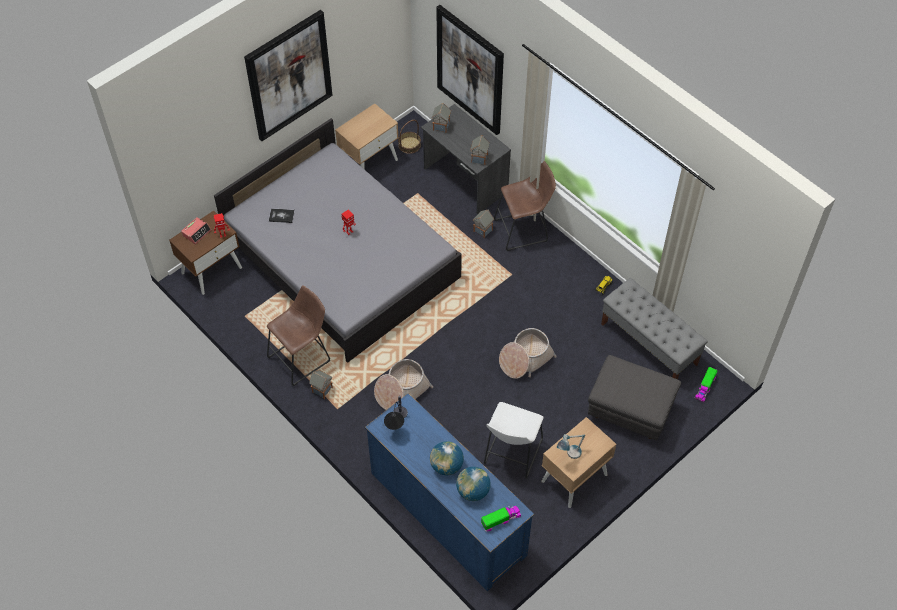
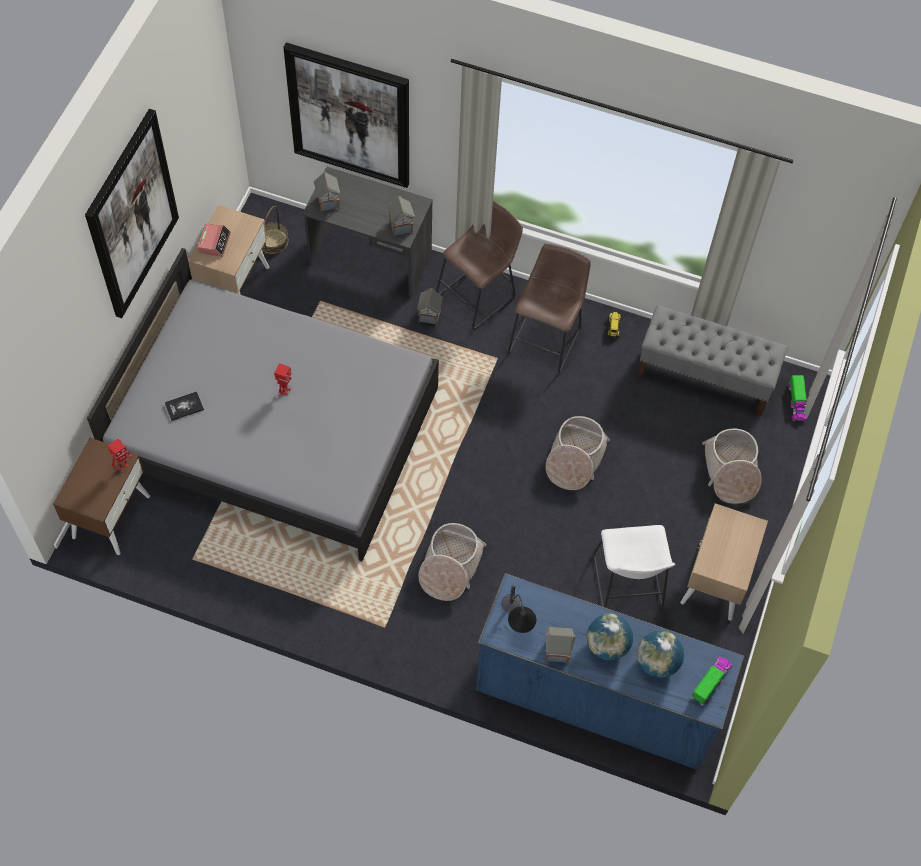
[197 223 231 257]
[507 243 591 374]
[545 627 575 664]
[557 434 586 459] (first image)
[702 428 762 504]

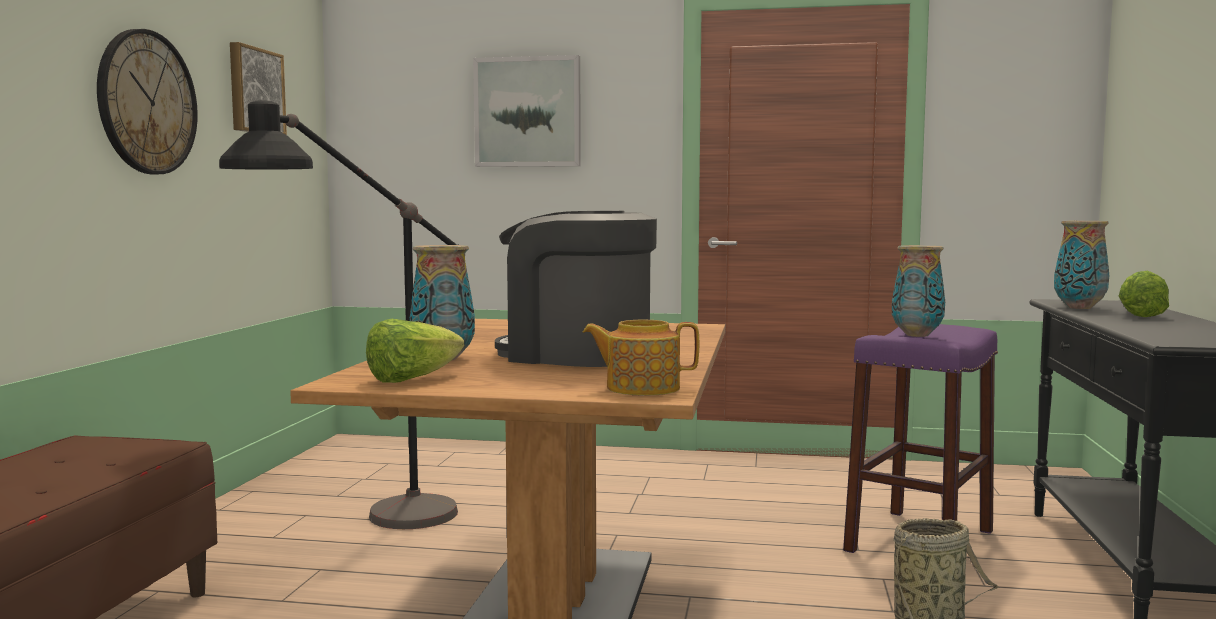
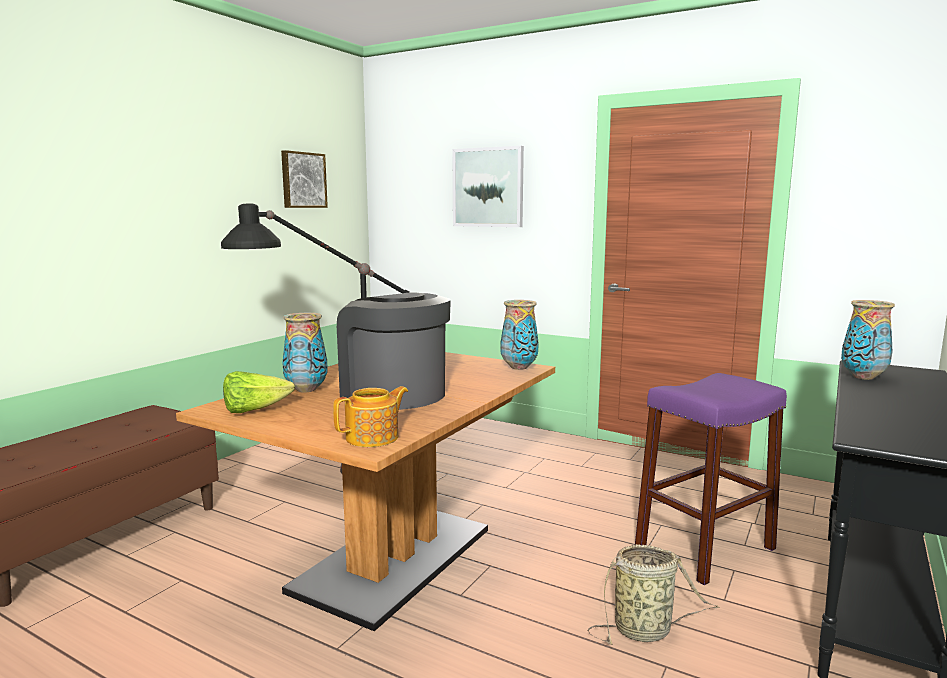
[97 29 198 174] (first image)
[333 386 408 447]
[500 300 539 370]
[1119 271 1169 317] (first image)

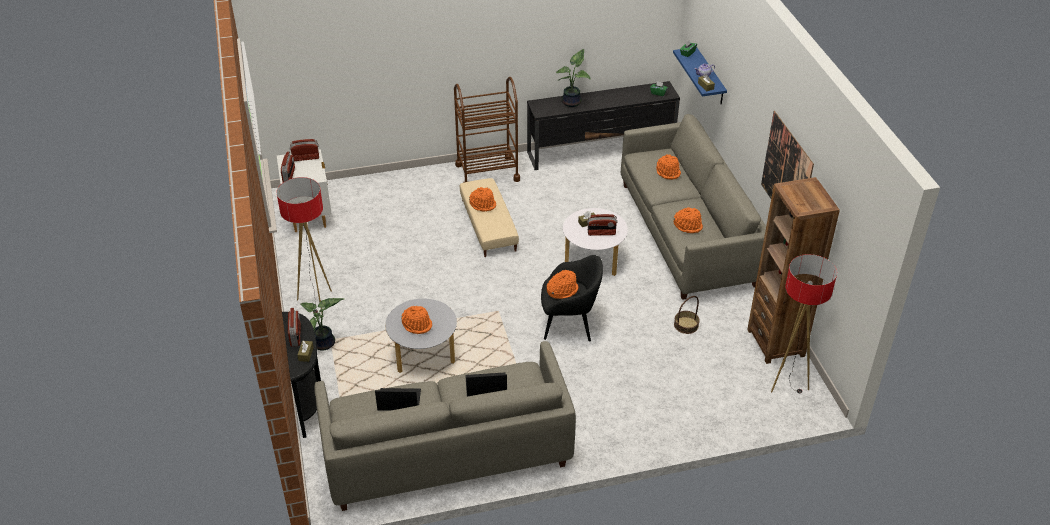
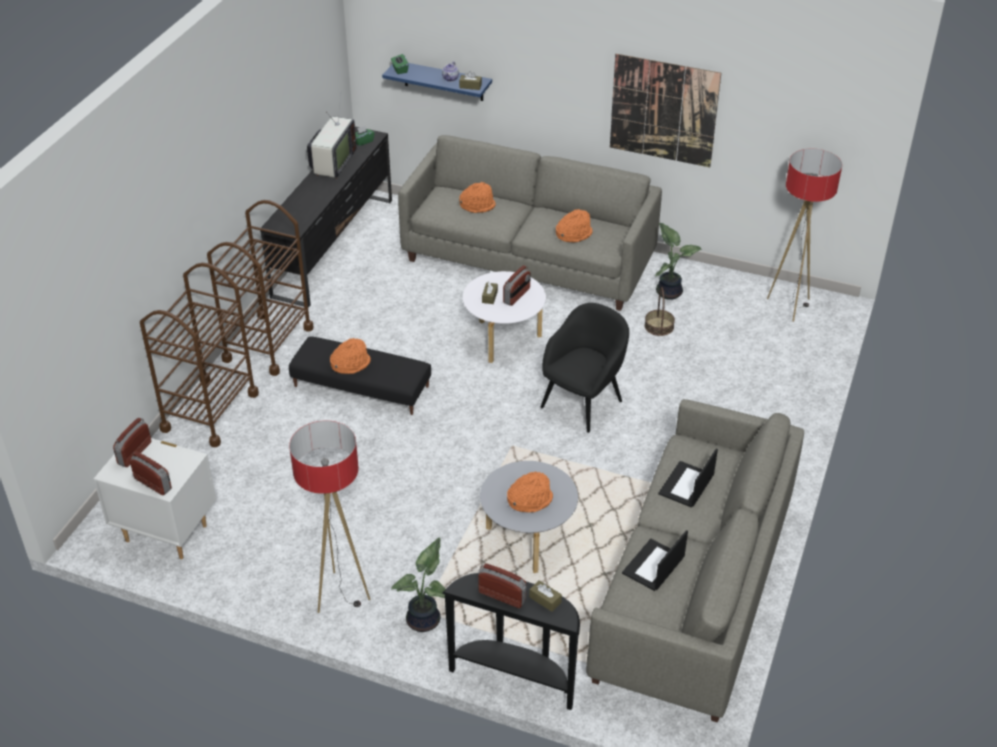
[289 336 431 415]
[547 270 578 299] (first image)
[656 223 702 300]
[747 177 840 364] (first image)
[140 263 259 447]
[307 97 356 179]

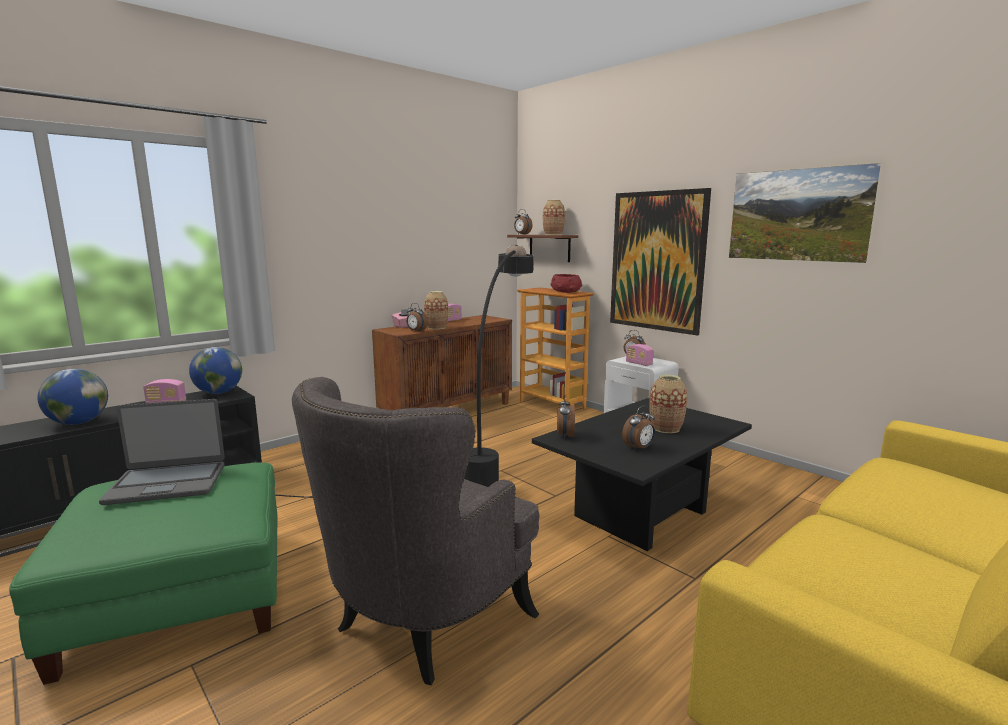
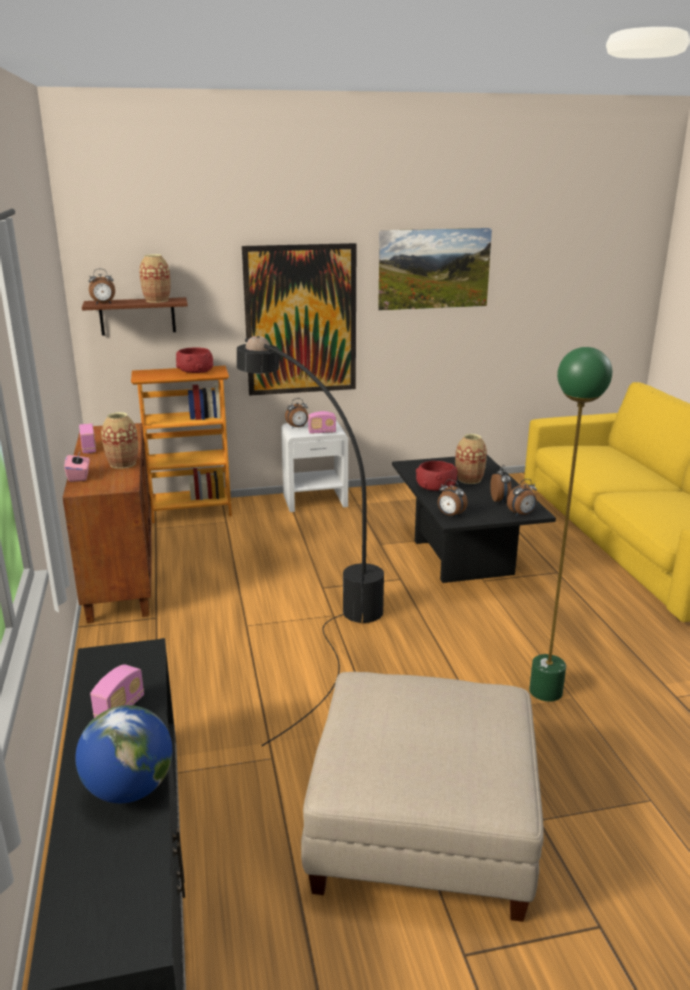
[301 672 544 922]
[99 399 225 505] (first image)
[189 347 242 394] (first image)
[529 347 612 702]
[507 479 537 516]
[416 461 458 491]

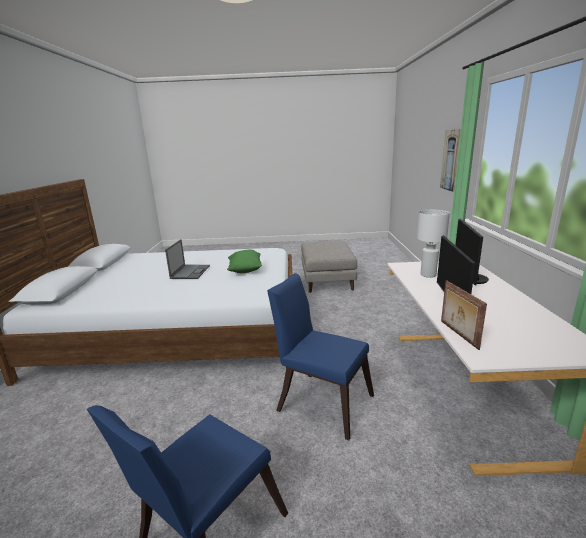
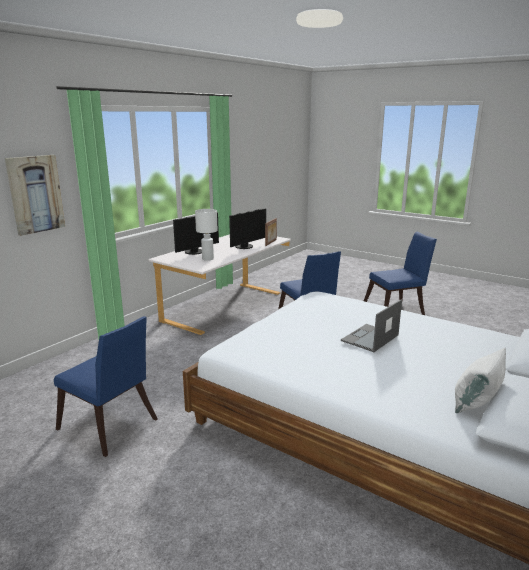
[227 250 262 273] (first image)
[54 317 158 457]
[455 348 506 413]

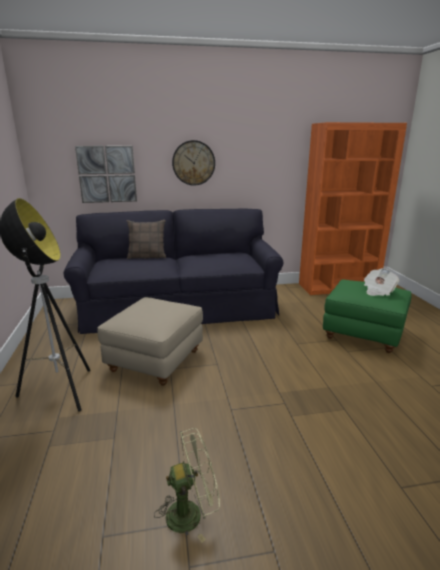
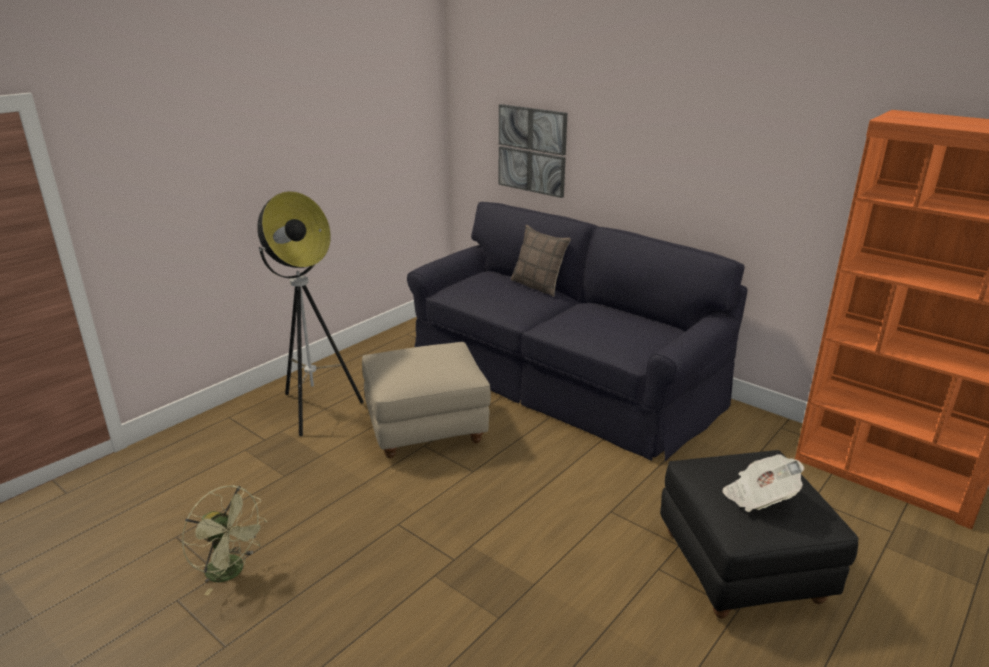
[172 140 215 186] (first image)
[660 450 859 619]

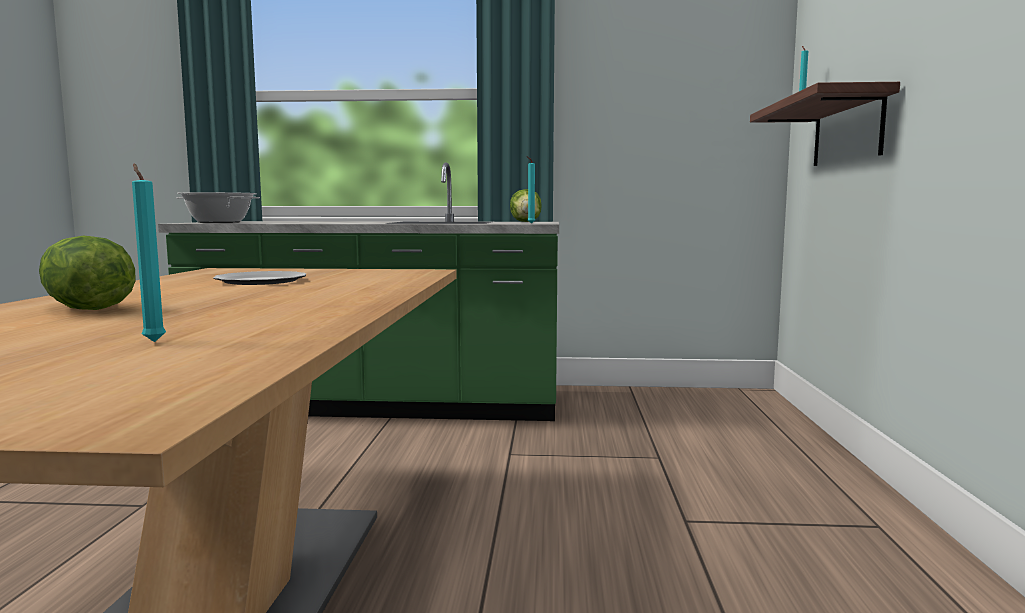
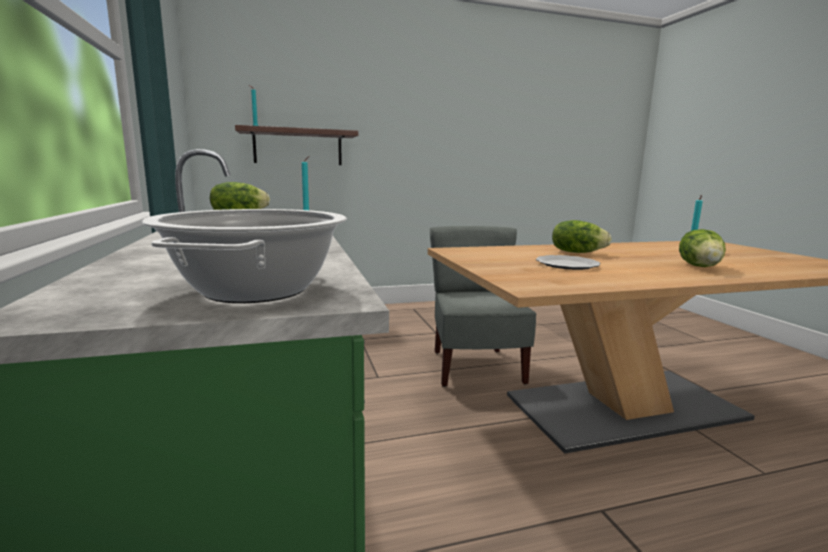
[430 226 536 387]
[552 220 612 253]

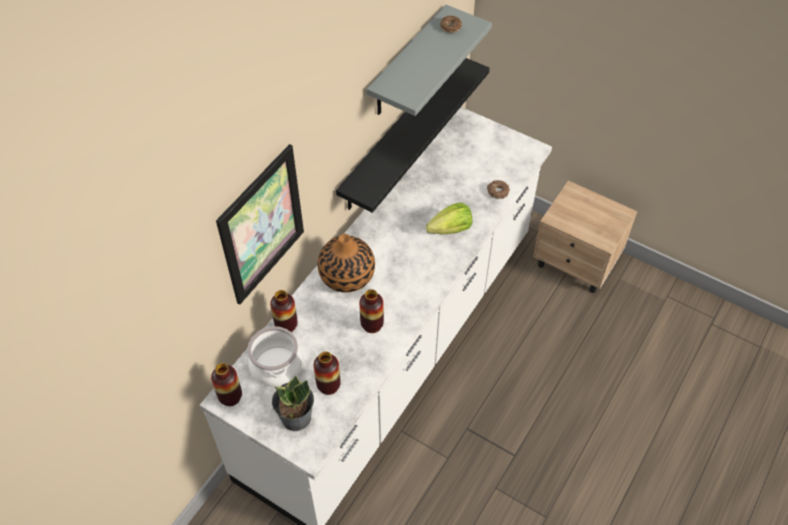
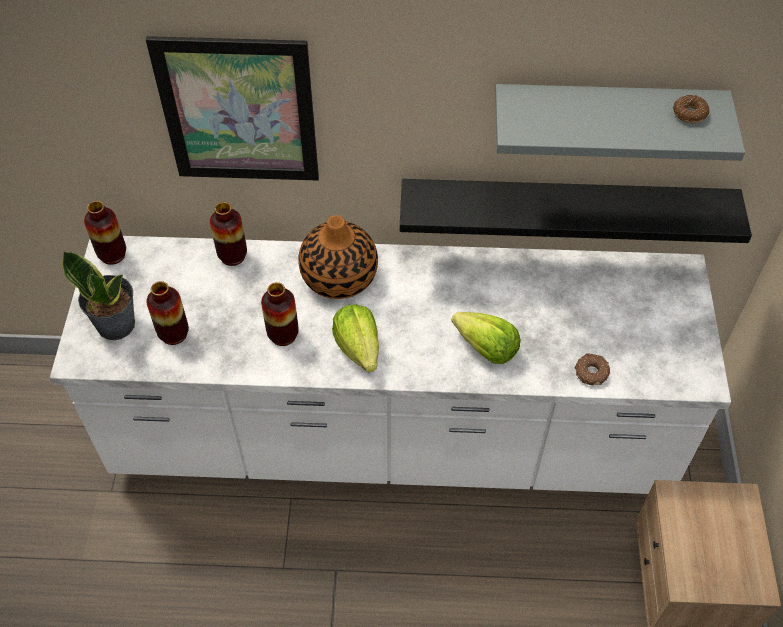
[247 326 303 387] (first image)
[332 304 379 372]

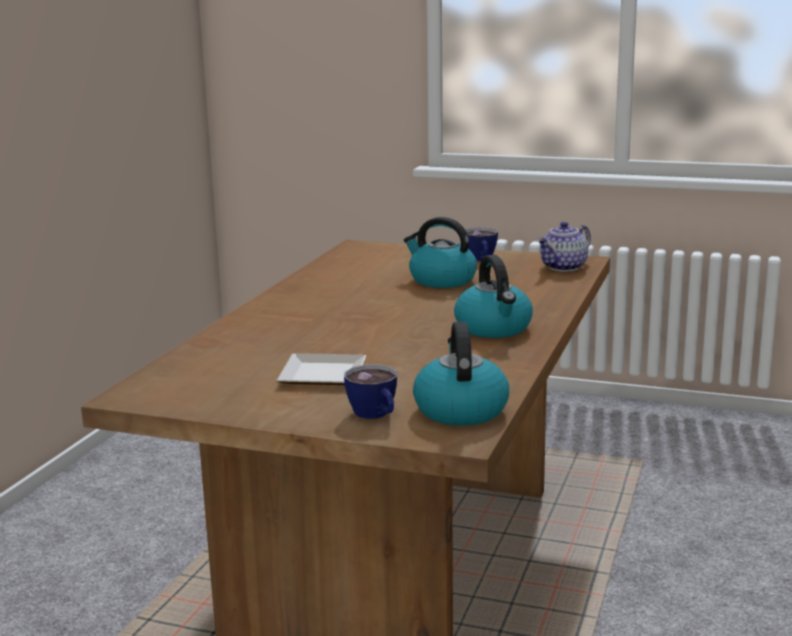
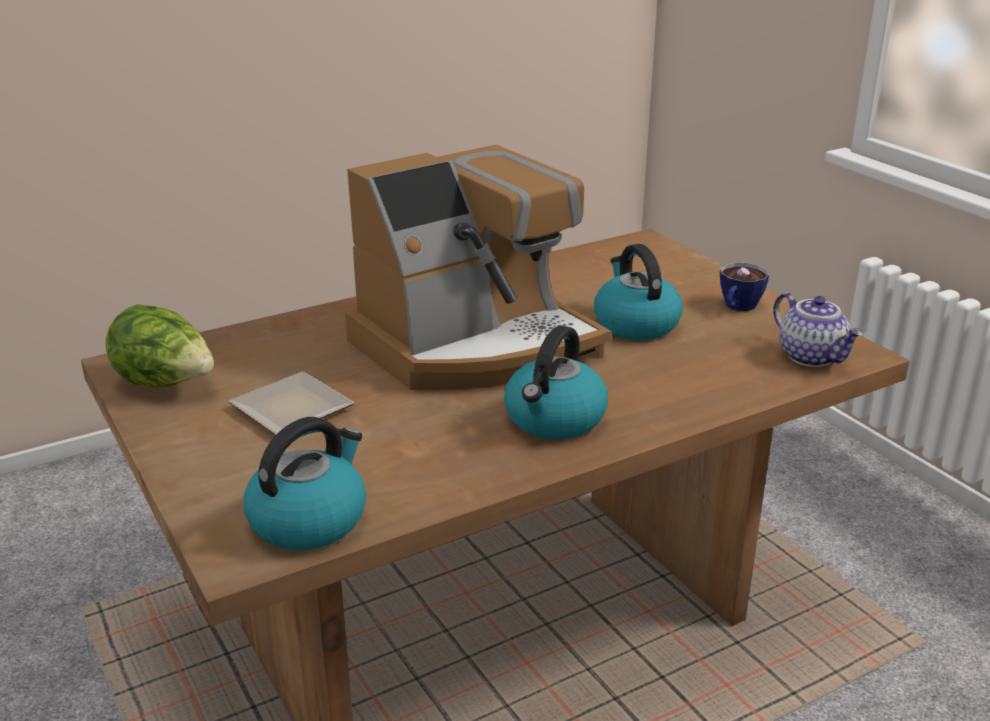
[344 364 397 419] (first image)
[773 292 863 367]
[106 305 214 387]
[345 145 612 390]

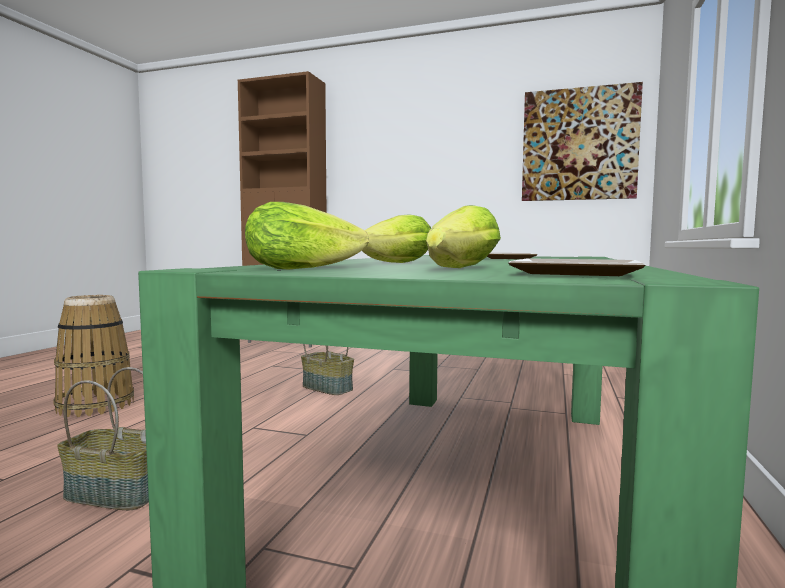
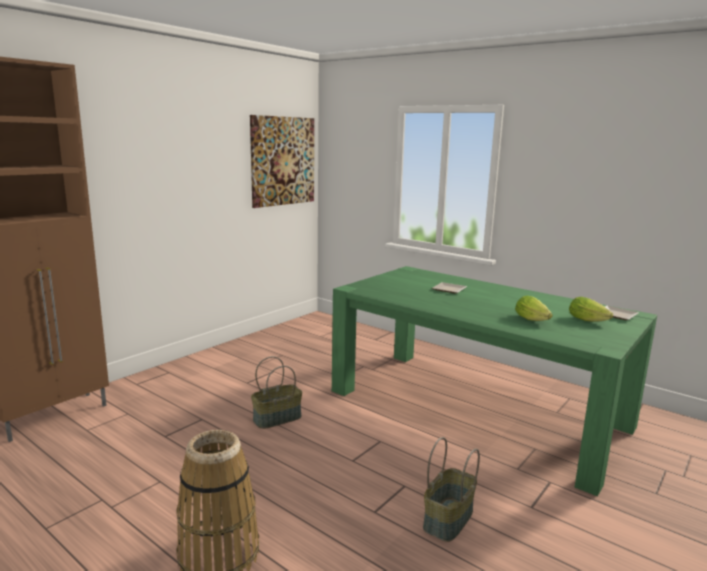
[245 202 369 269] (first image)

